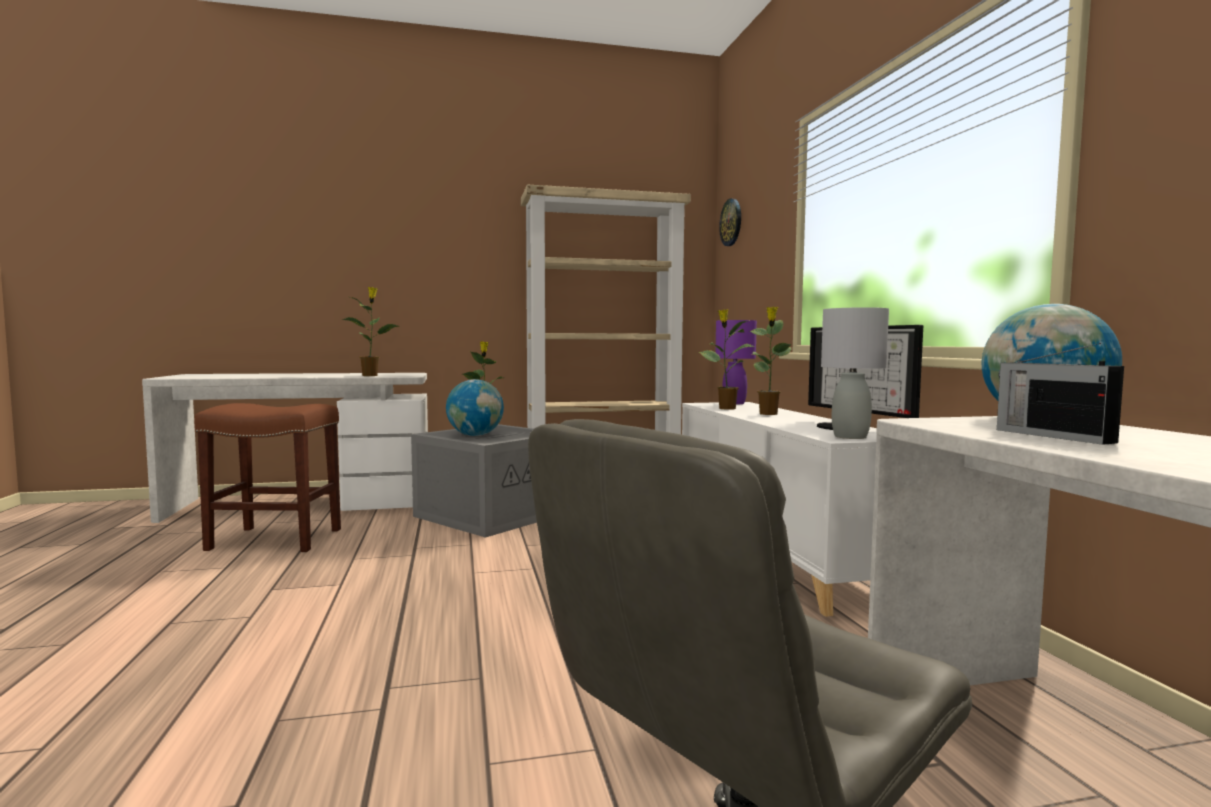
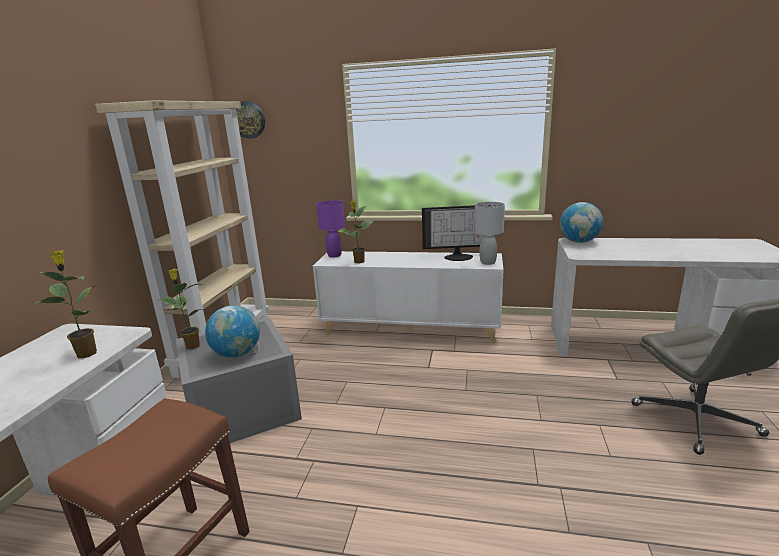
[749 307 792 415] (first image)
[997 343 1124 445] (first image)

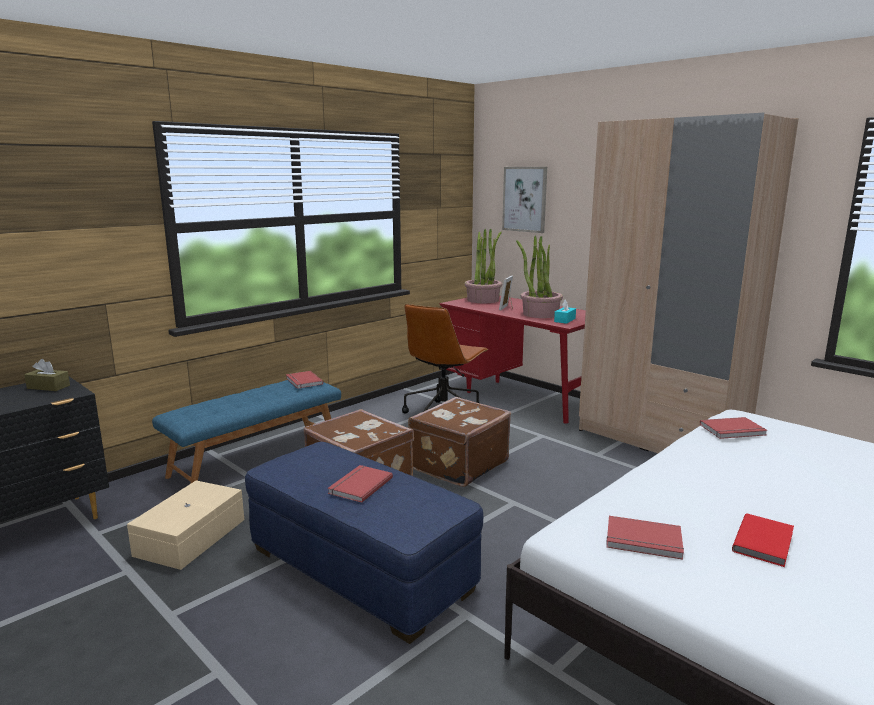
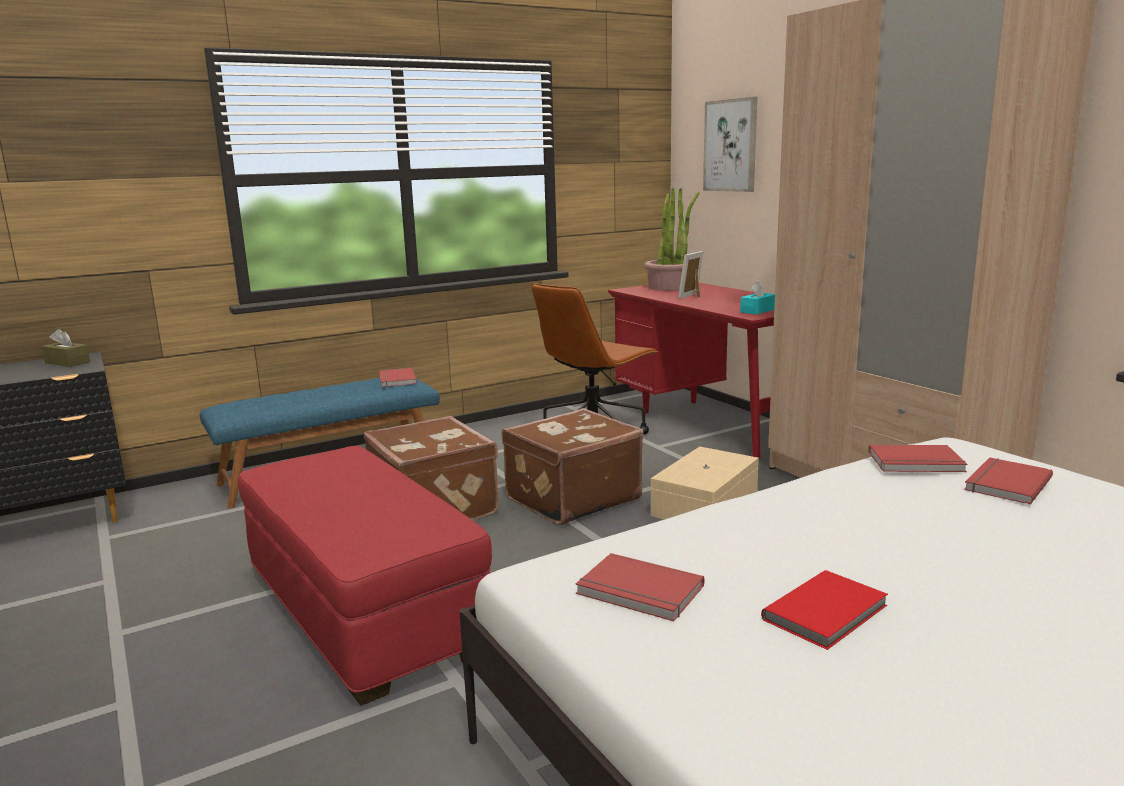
[651 446 759 520]
[238 446 492 706]
[964 457 1053 505]
[516 235 563 318] (first image)

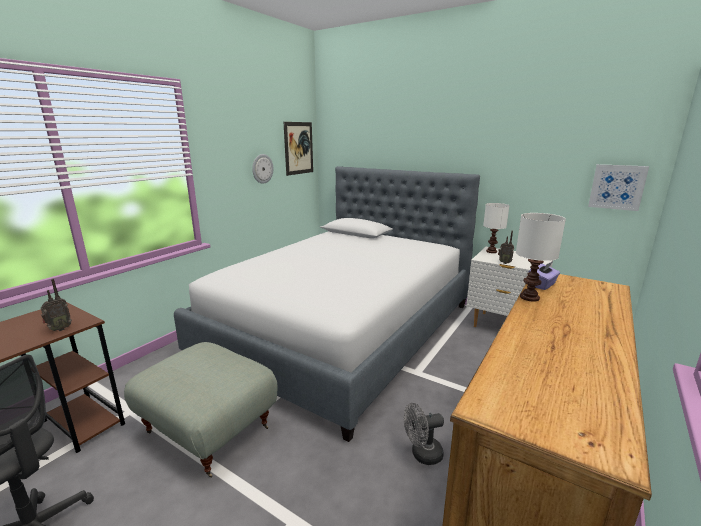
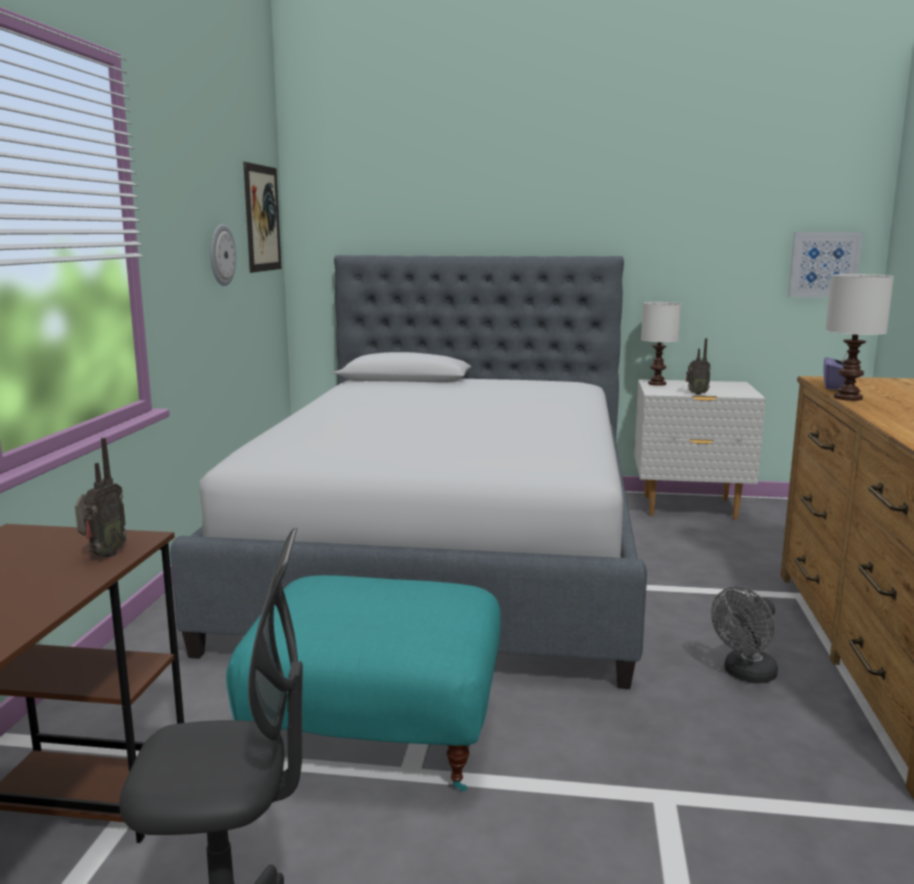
[226 575 501 792]

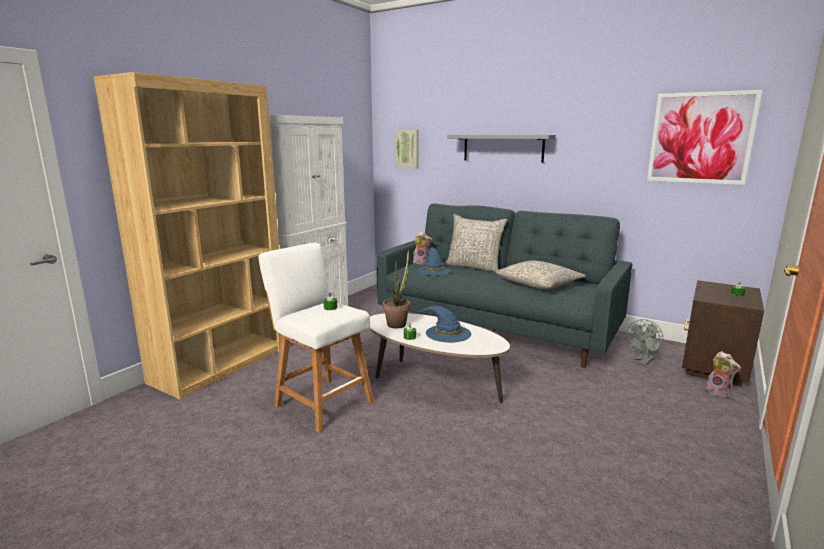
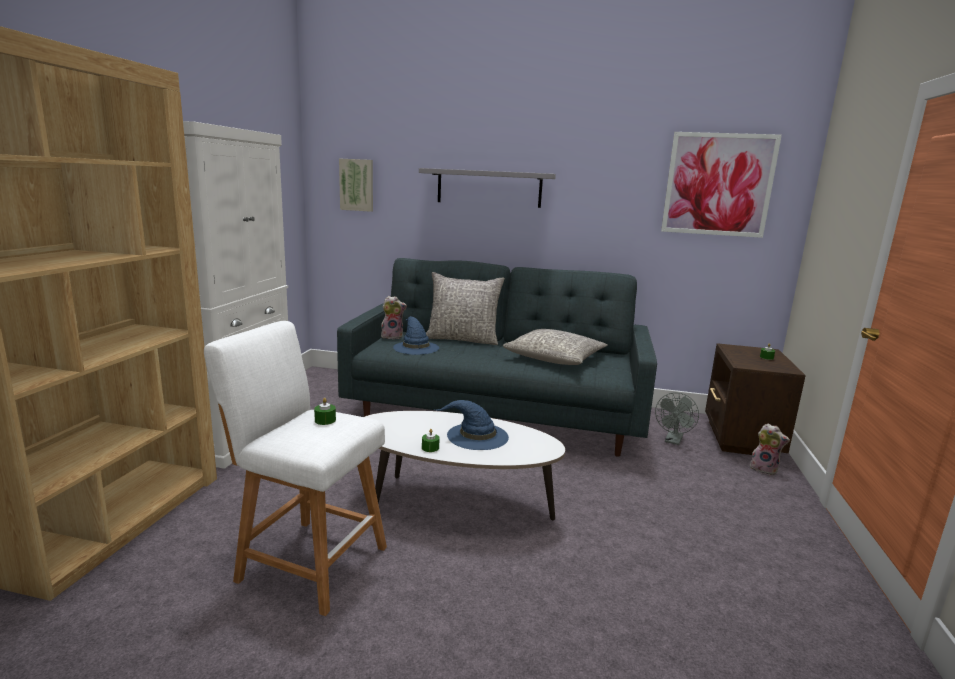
[383 249 410 328] (first image)

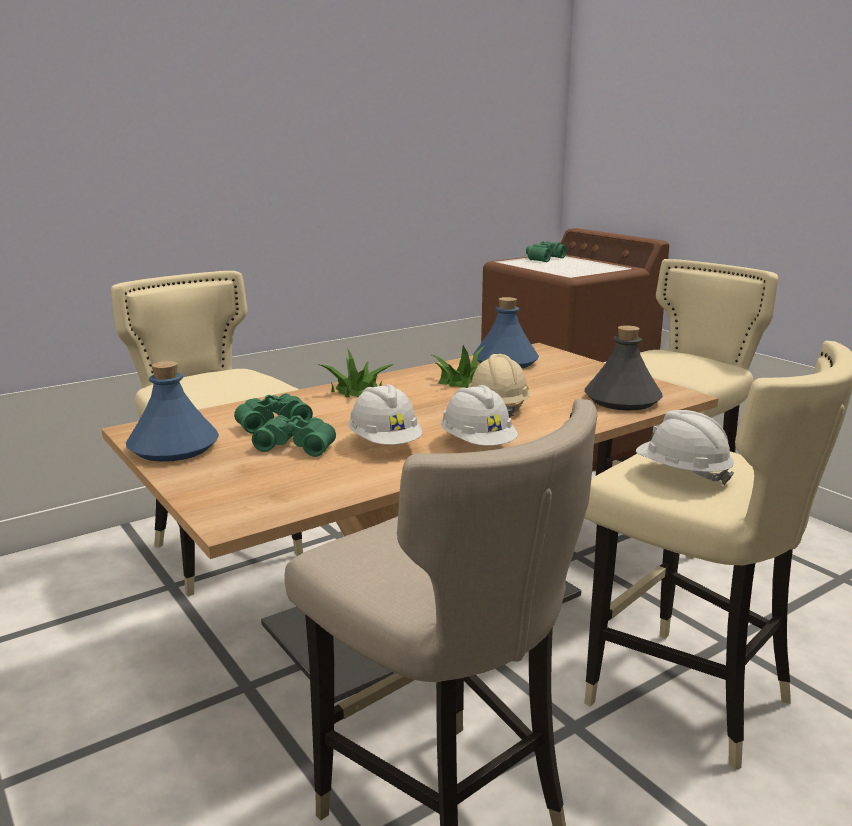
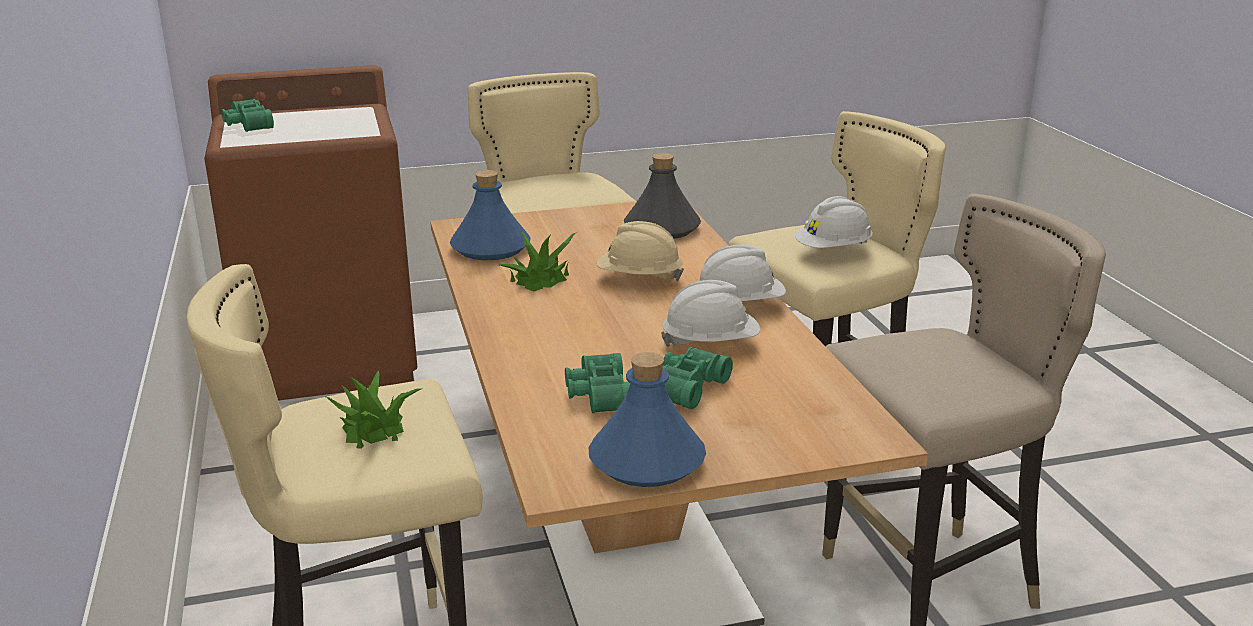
[324 370 423 449]

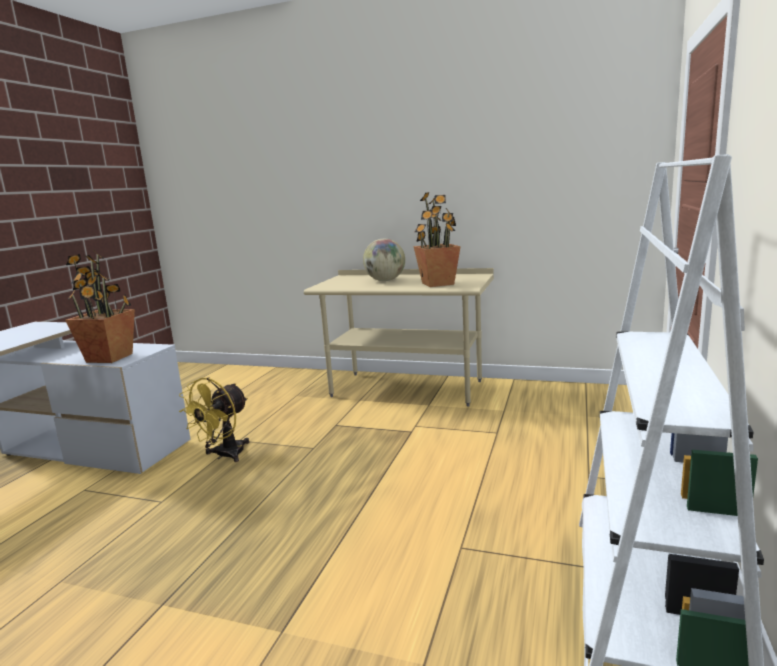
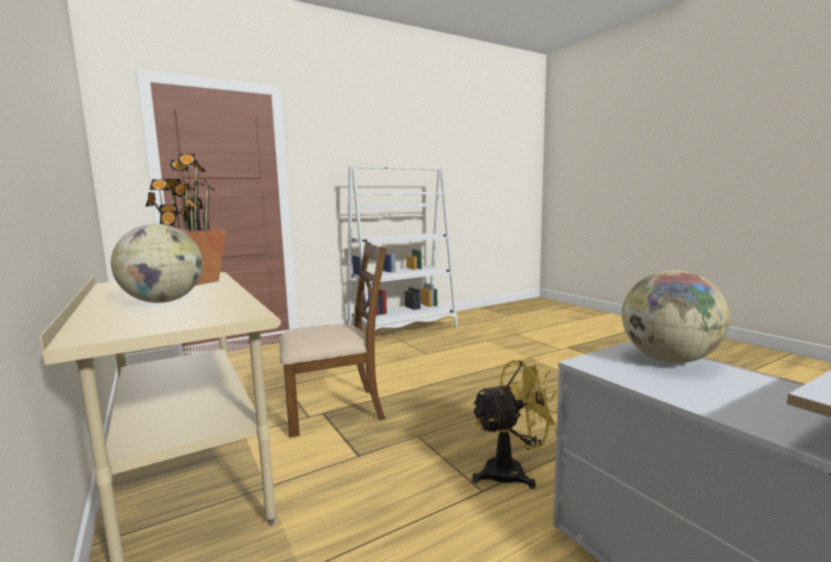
[622 270 730 363]
[279 242 387 438]

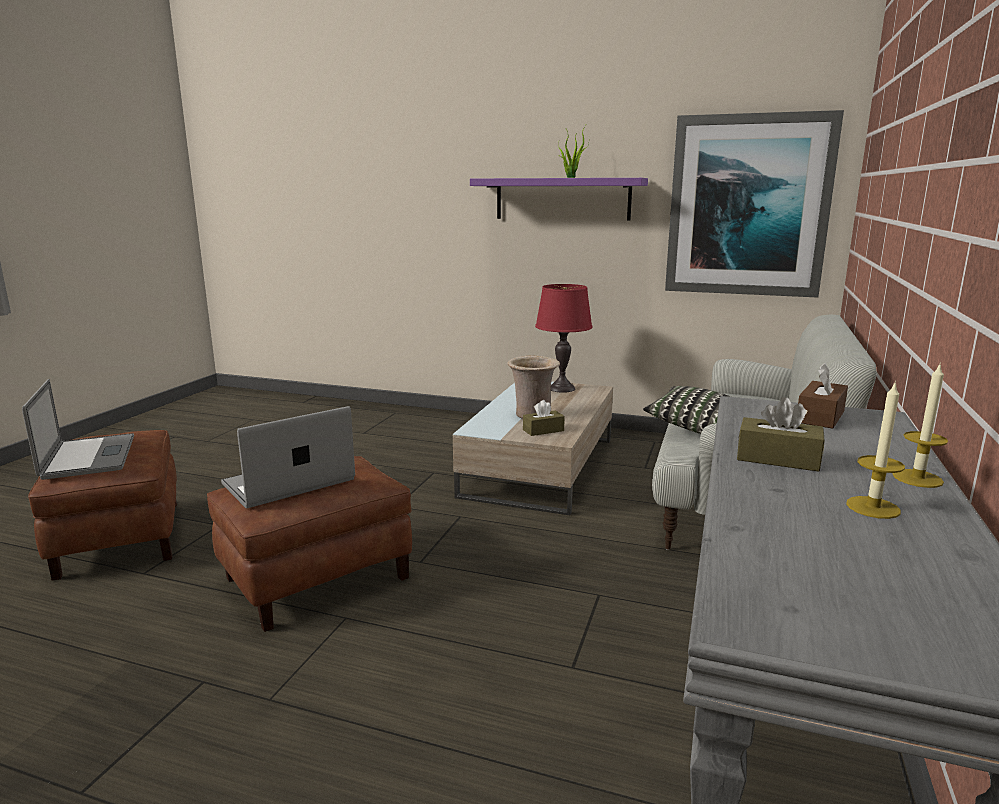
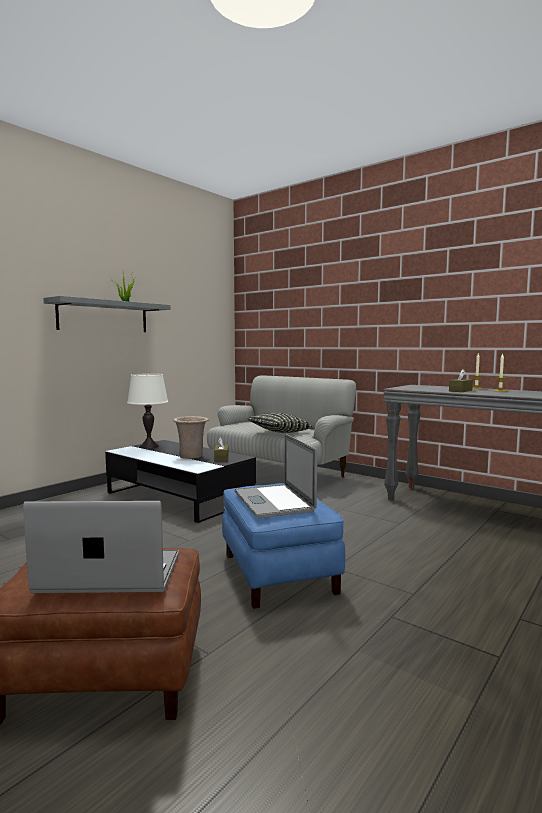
[222 483 345 609]
[105 440 256 523]
[43 296 171 332]
[127 373 168 449]
[665 110 844 297] (first image)
[798 363 848 429] (first image)

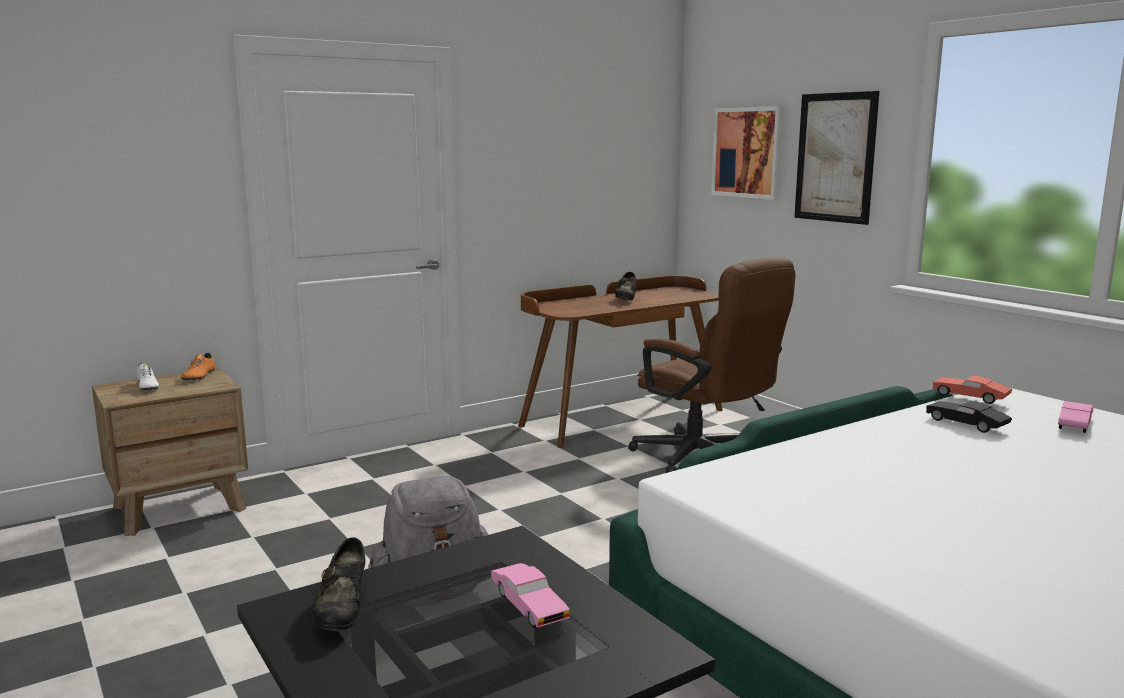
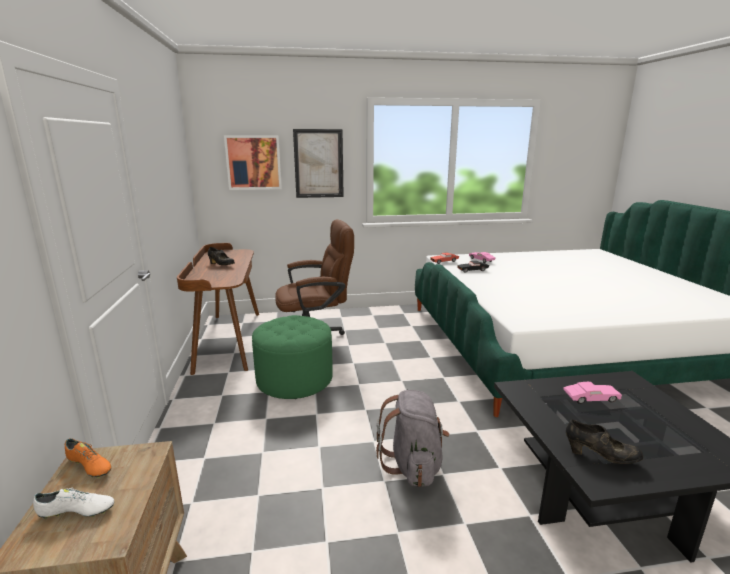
[252 315 333 399]

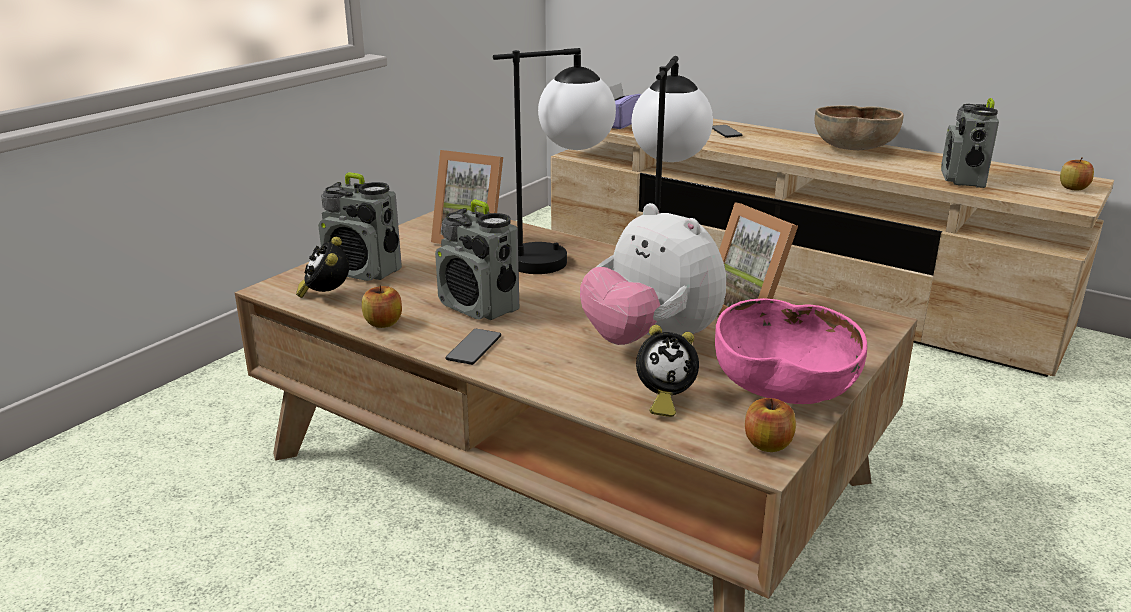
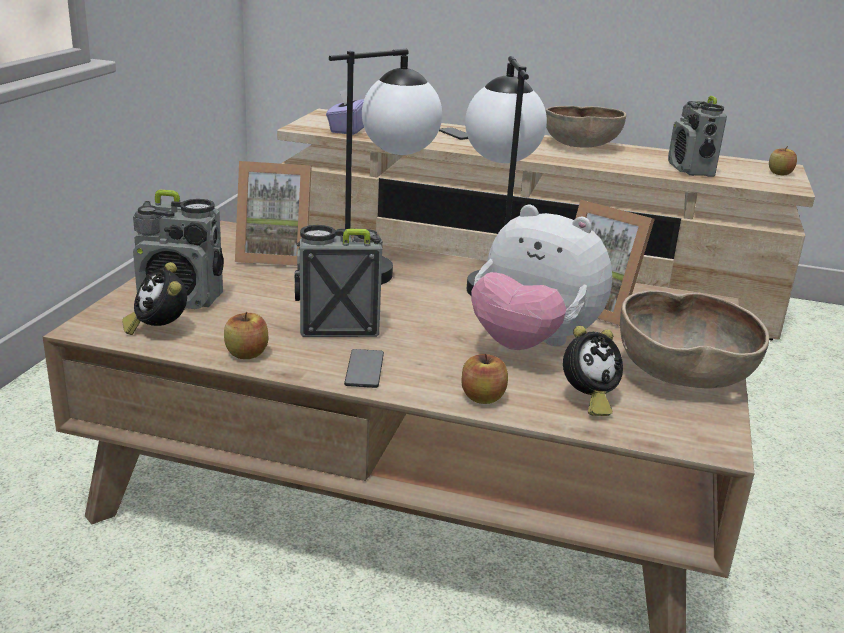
[295 225 383 337]
[620 290 769 389]
[462 353 508 404]

